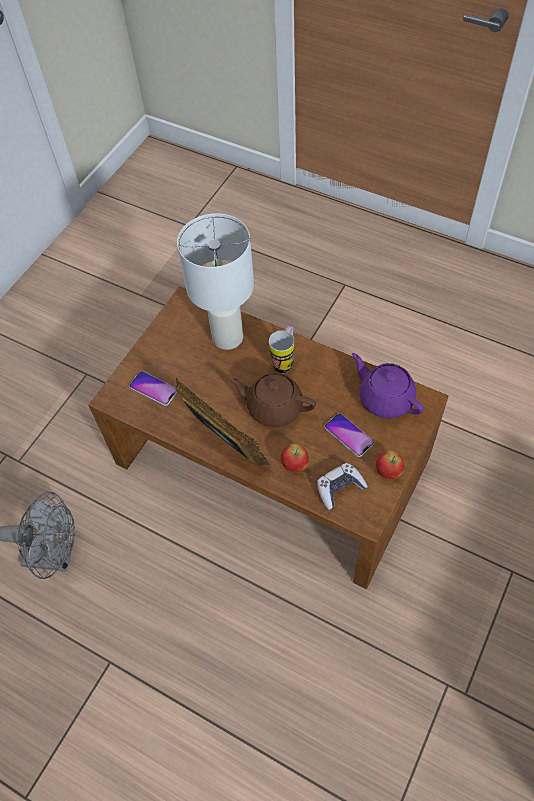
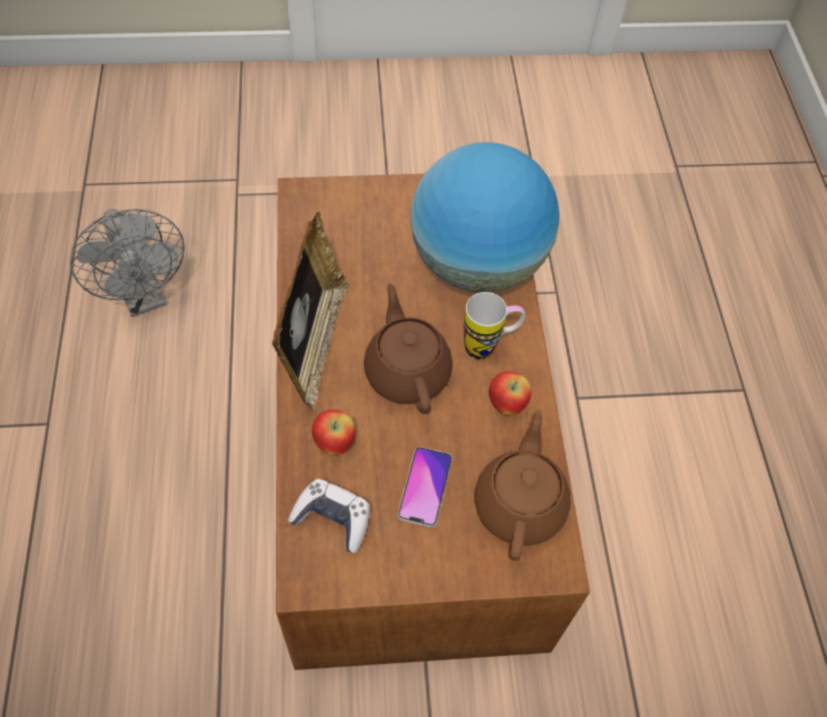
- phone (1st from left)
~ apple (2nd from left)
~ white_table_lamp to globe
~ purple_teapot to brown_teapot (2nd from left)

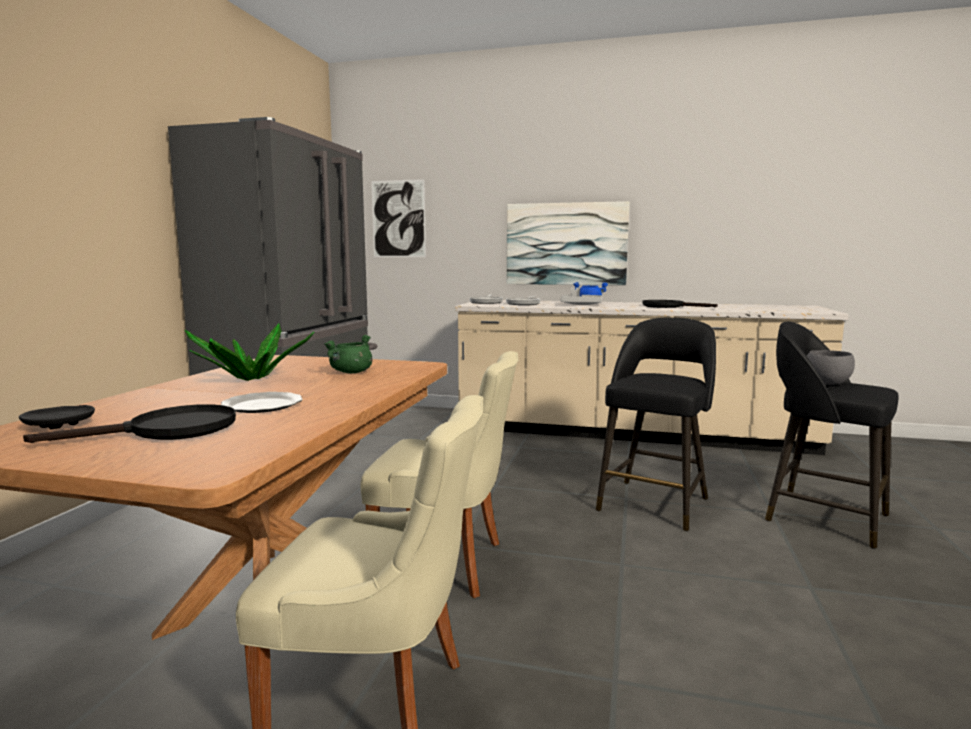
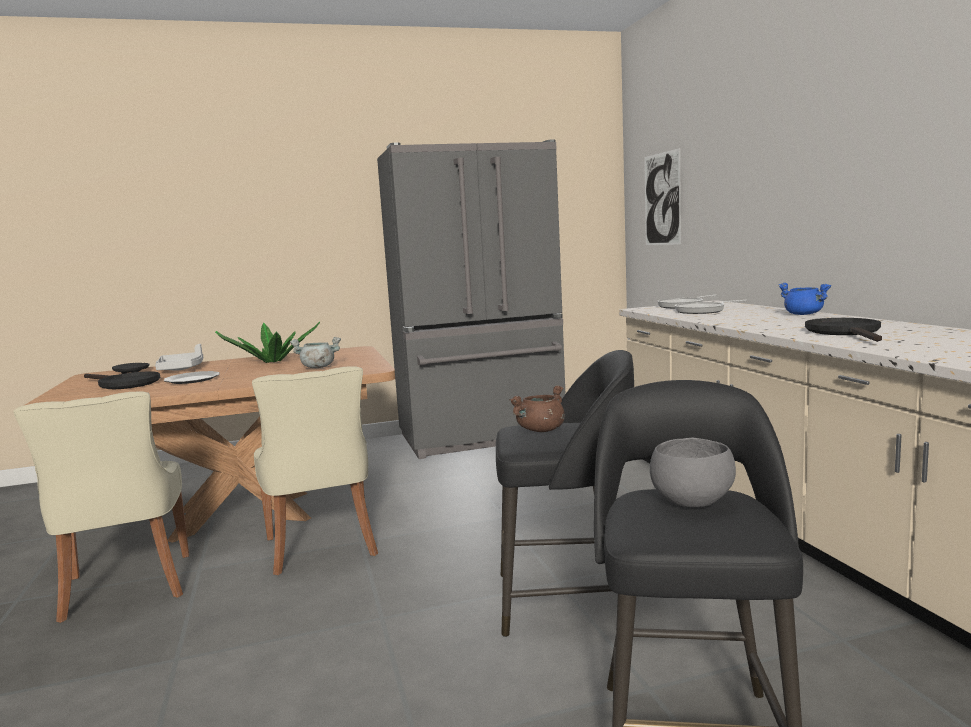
- picture (2nd from left)
+ brown_cooking_pot
~ grey_tray
~ green_cooking_pot to grey_cooking_pot

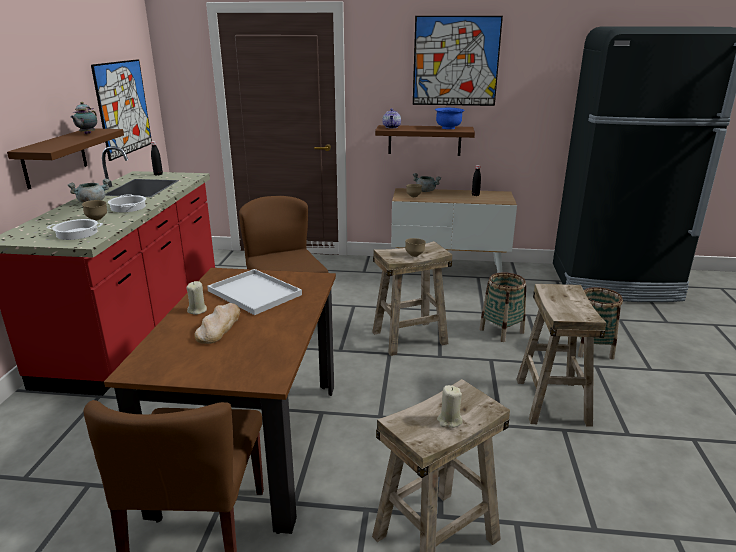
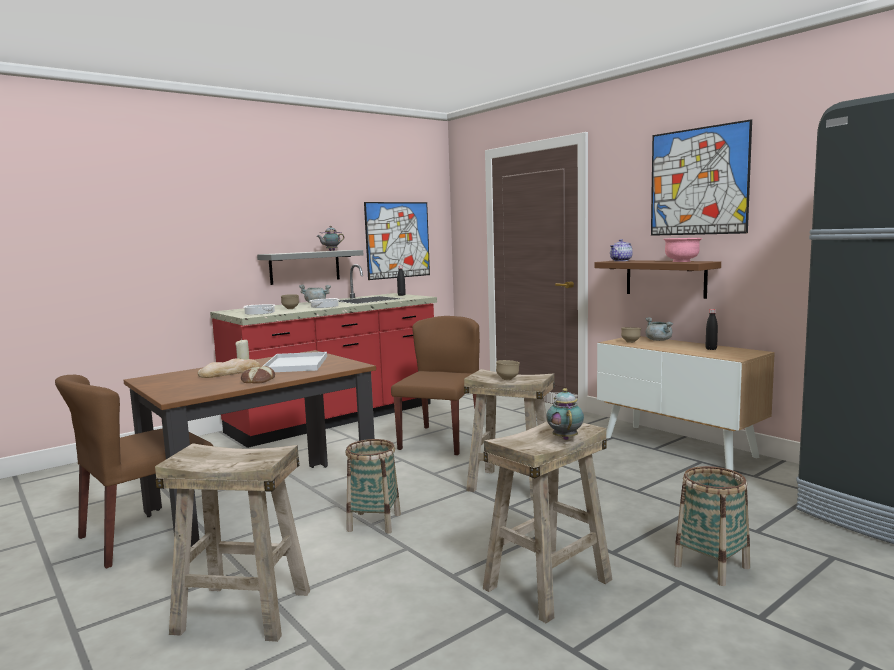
- beige_candle (2nd from left)
+ bread (2nd from left)
+ teapot (2nd from left)
~ basket (1st from left)
~ brown_shelf (1st from left) to grey_shelf
~ blue_bowl to pink_bowl

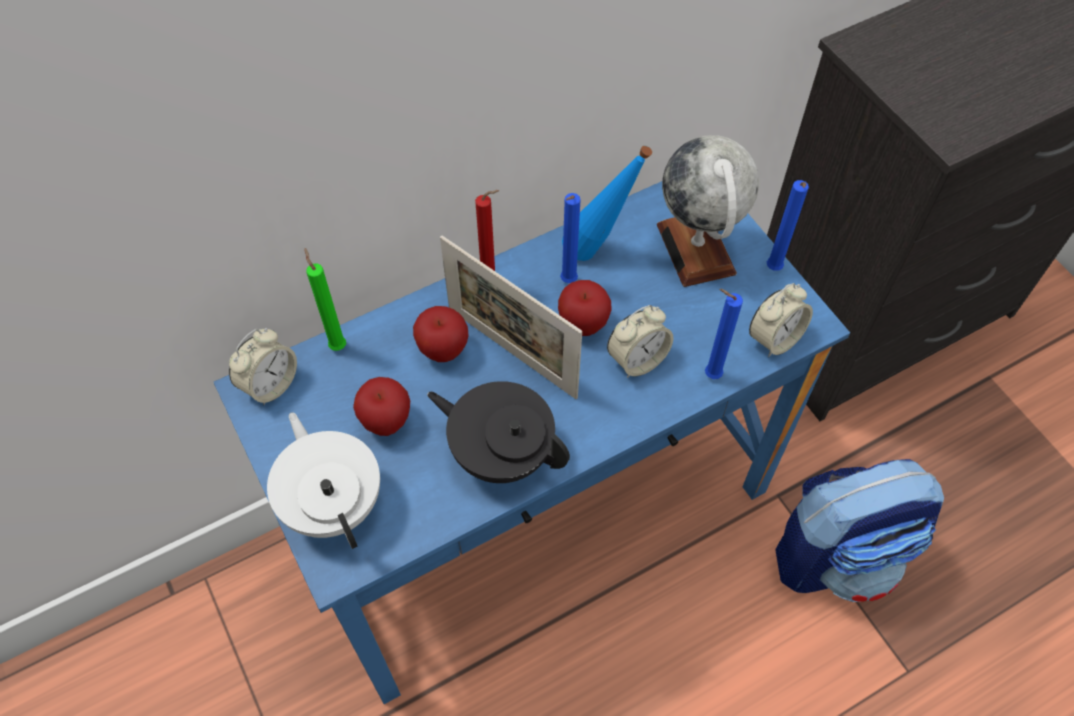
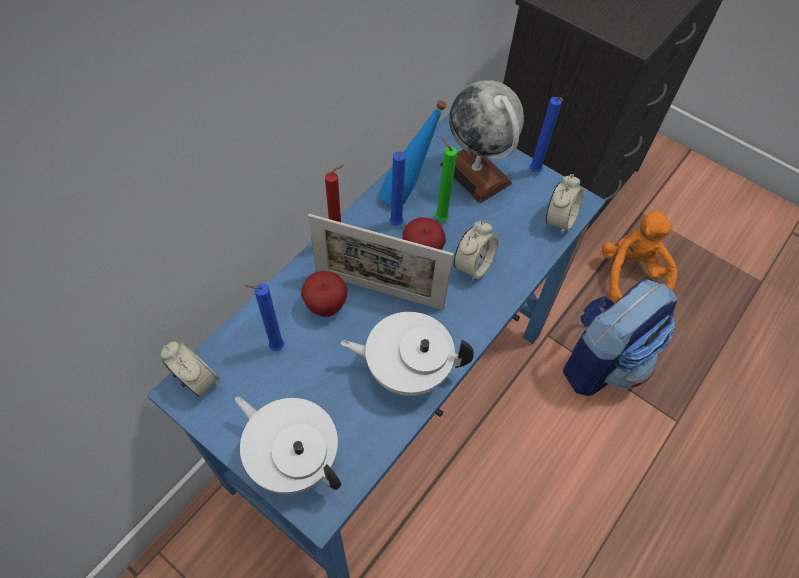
- apple (1st from left)
+ orange_plush_toy
~ green_candle
~ blue_candle (2nd from left in the first image) to blue_candle (1st from left)
~ black_teapot to white_teapot (2nd from left)
~ alarm_clock (1st from left) 60 degrees counterclockwise

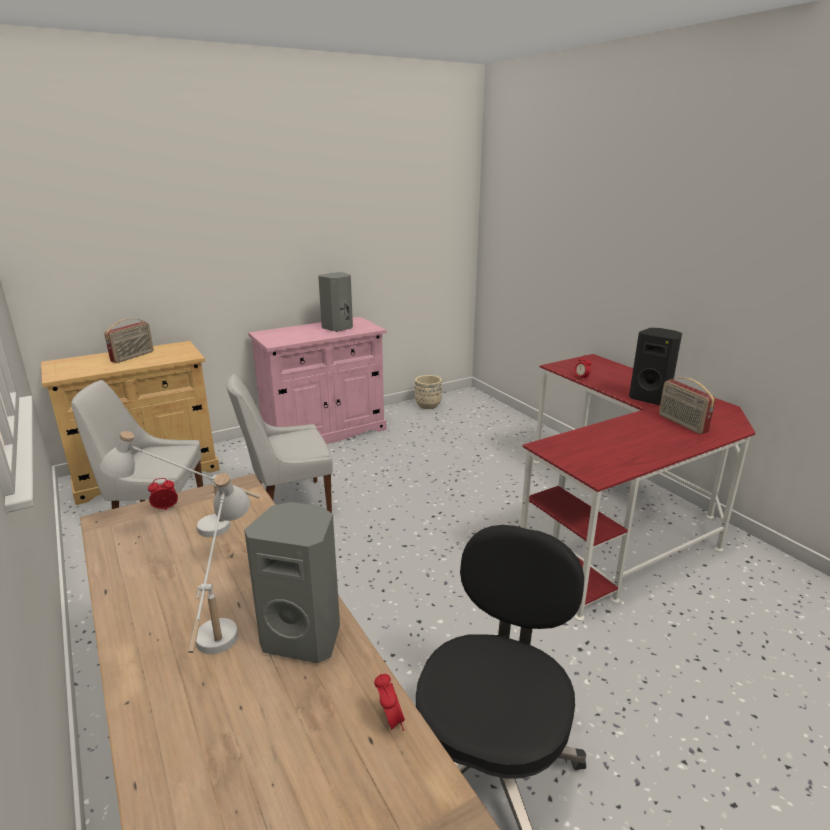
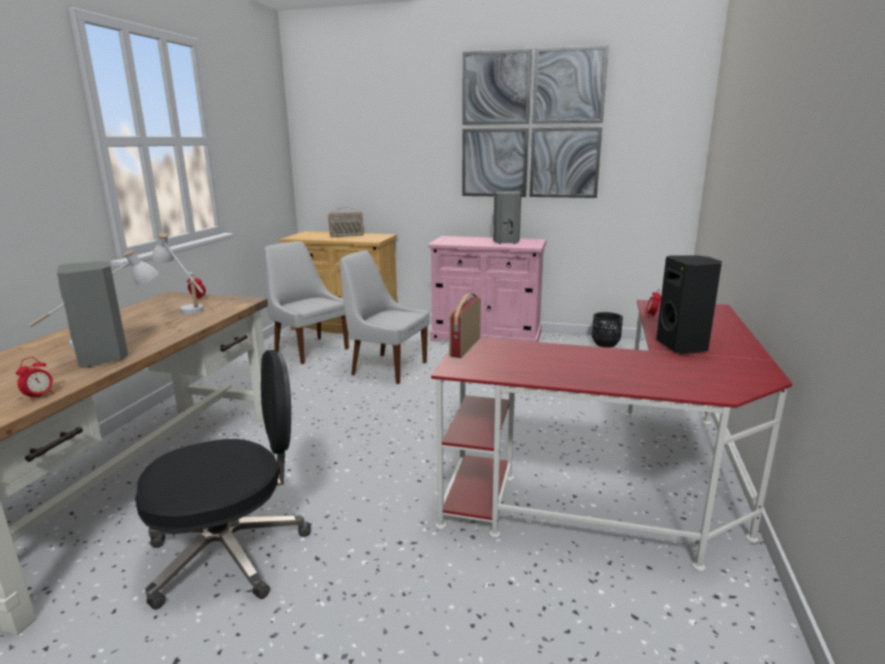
+ picture
~ radio (2nd from left)
~ beige_planter to black_planter

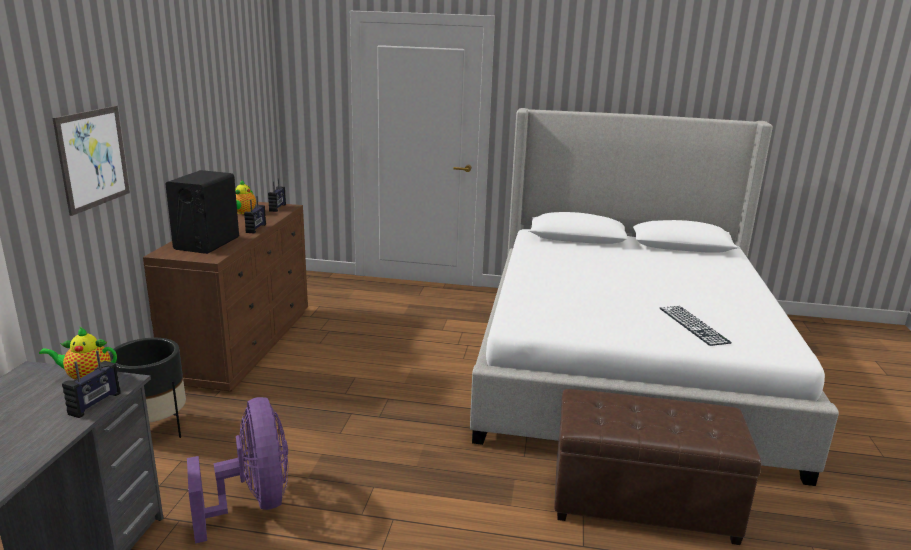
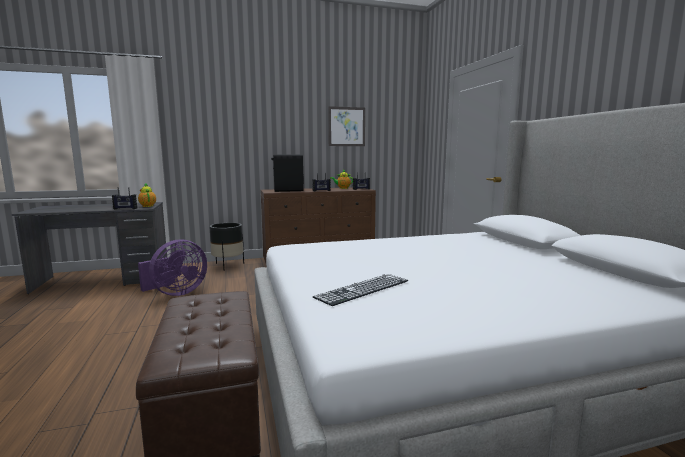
~ picture

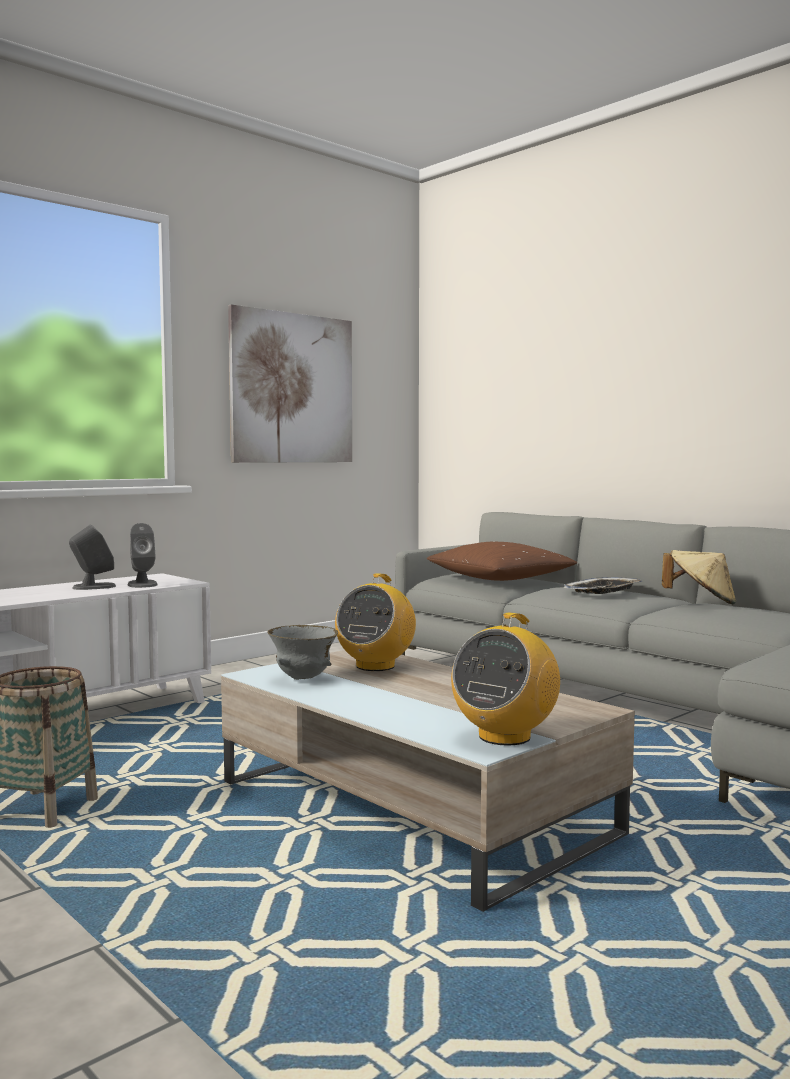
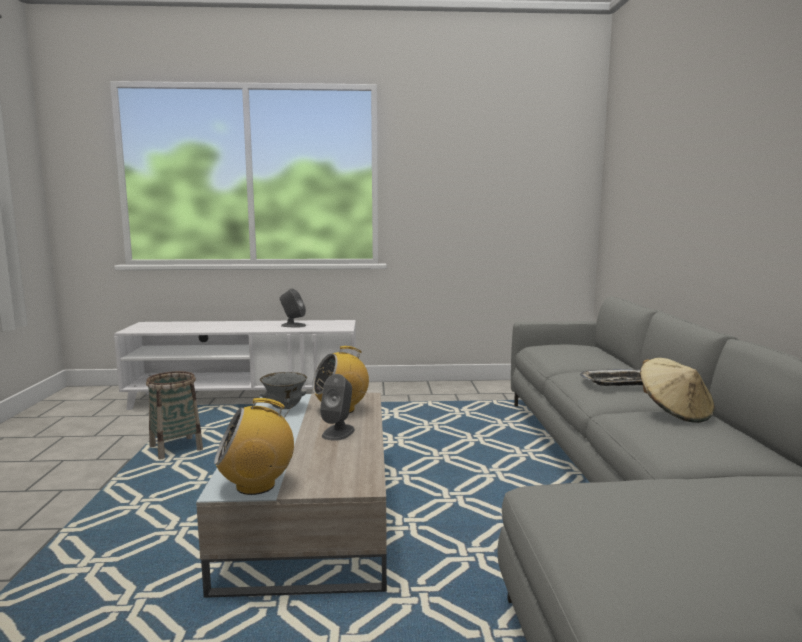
- picture
- brown_pillow
~ grey_speaker (2nd from left)

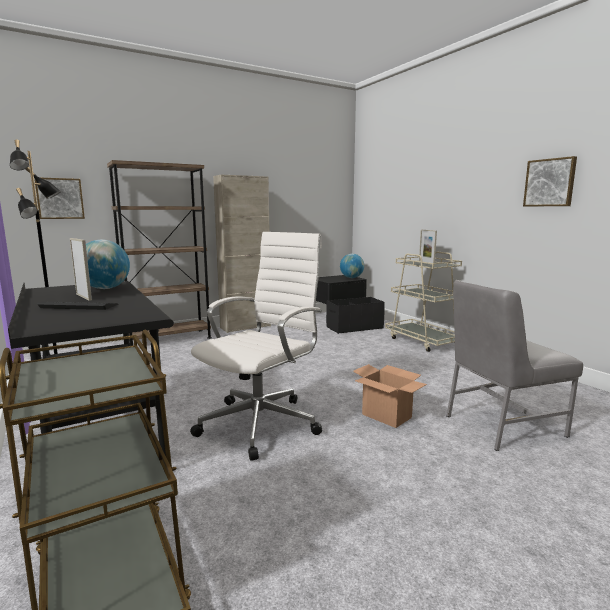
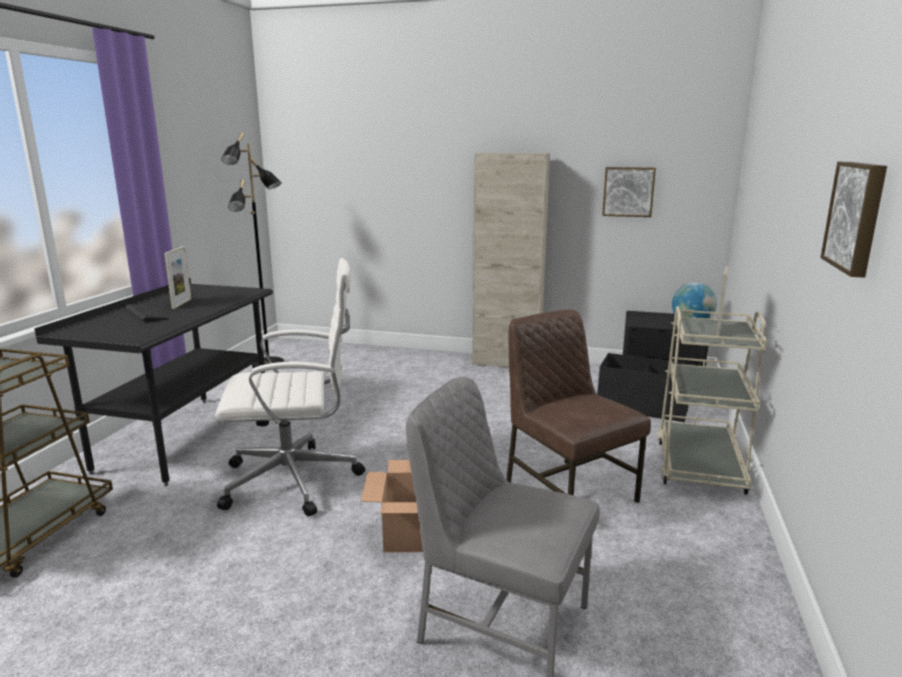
- globe (1st from left)
- brown_bookcase
+ brown_chair
~ picture (1st from left)

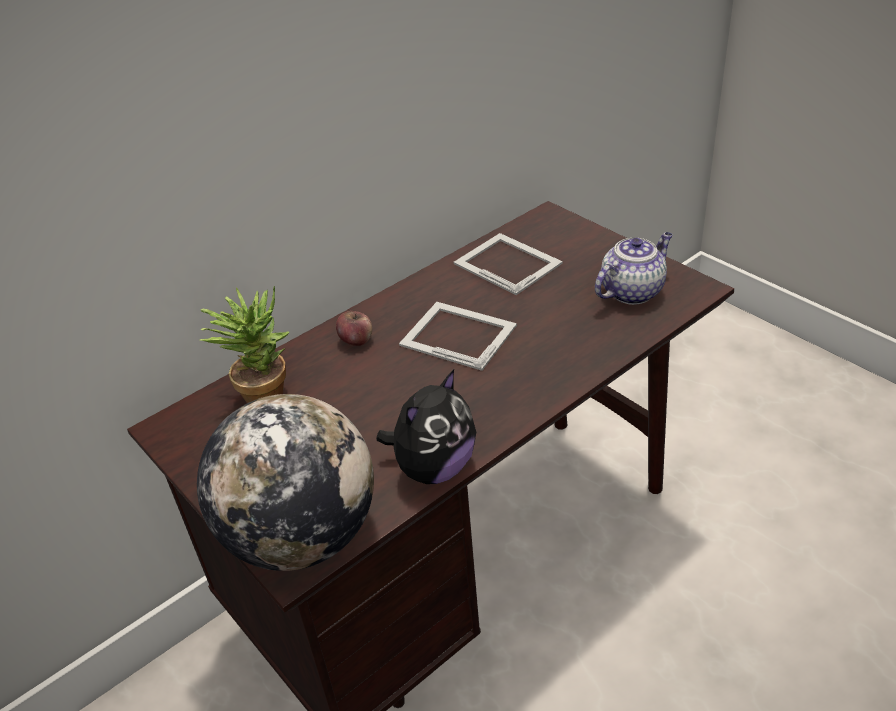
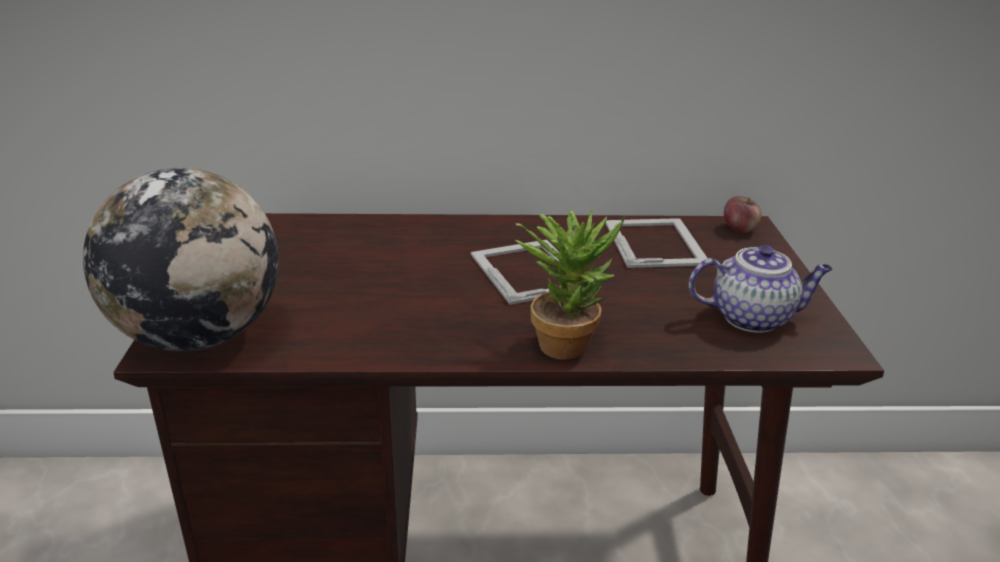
- plush_toy
~ potted_plant
~ apple

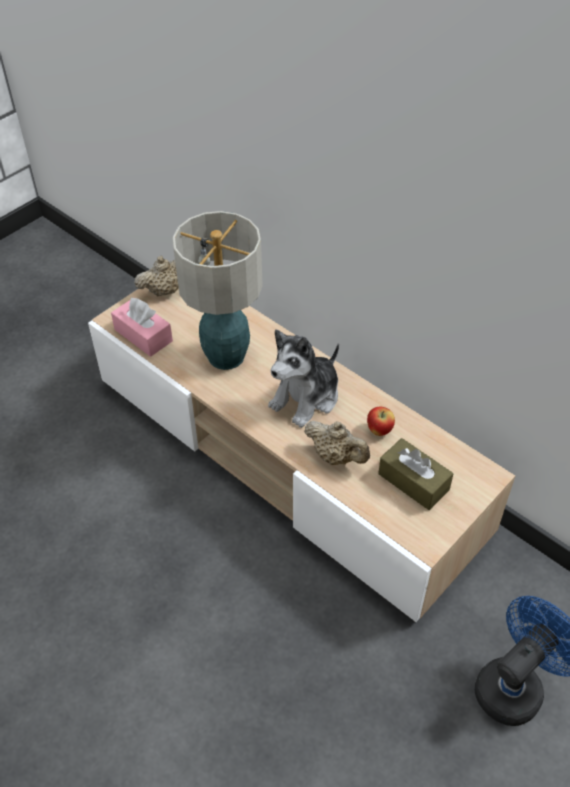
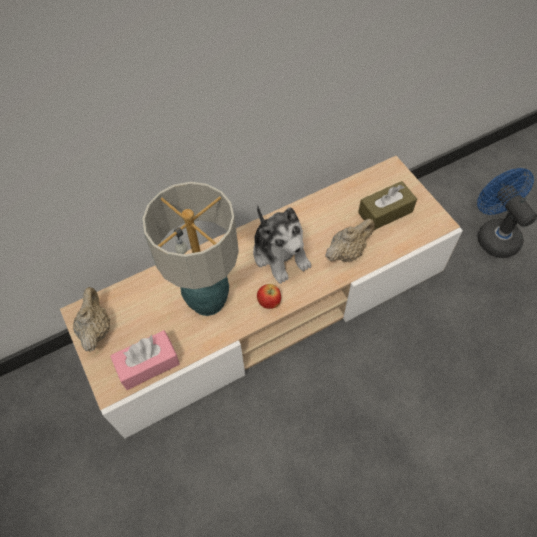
~ apple

